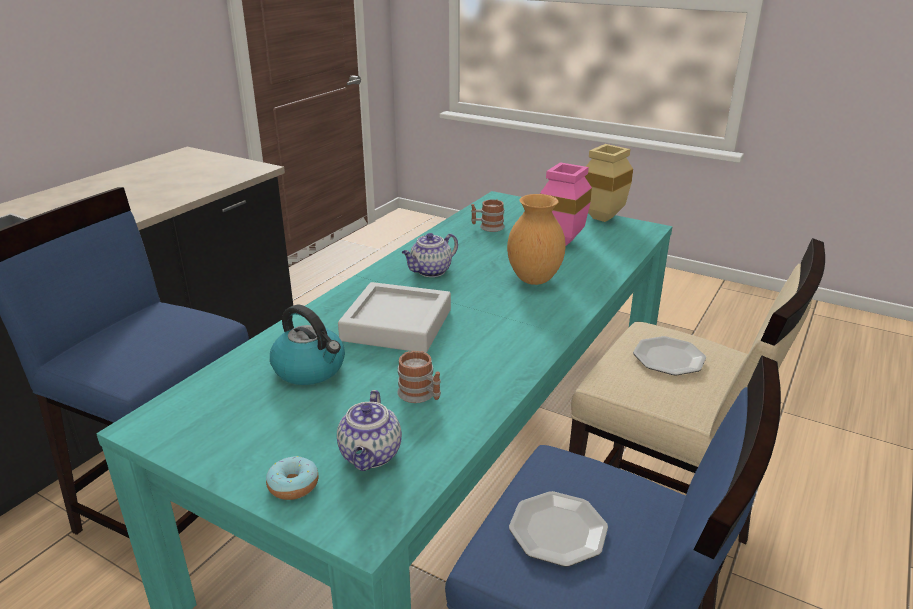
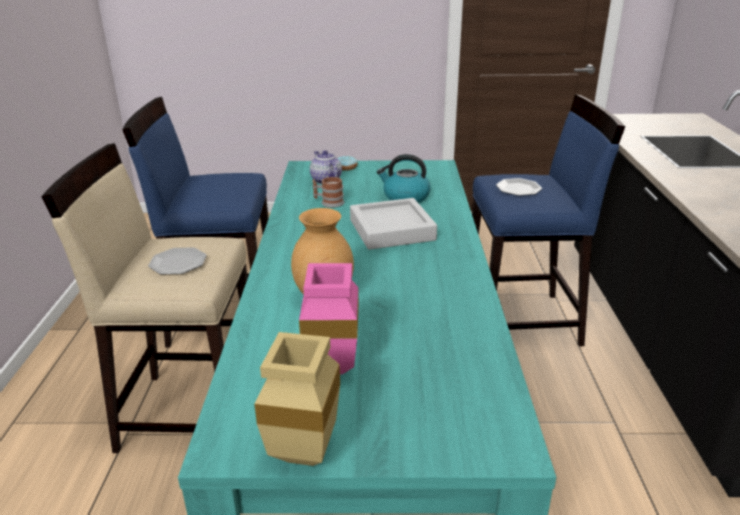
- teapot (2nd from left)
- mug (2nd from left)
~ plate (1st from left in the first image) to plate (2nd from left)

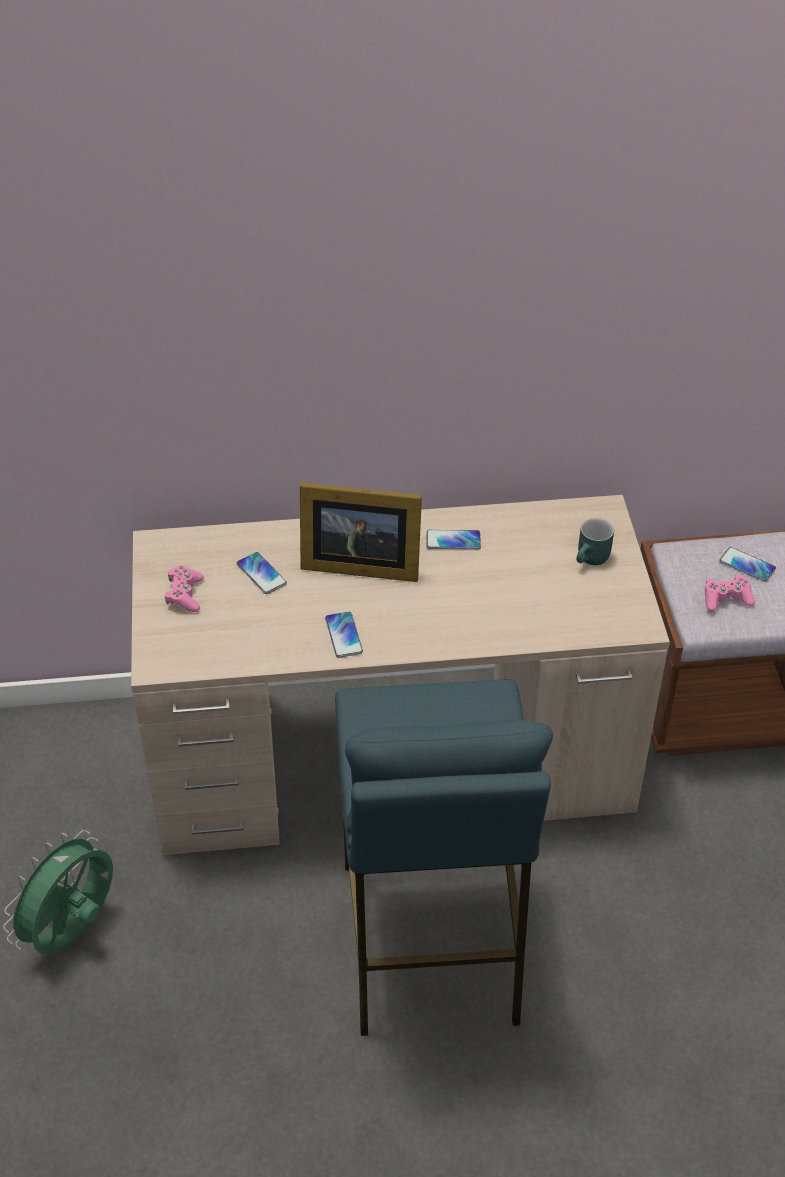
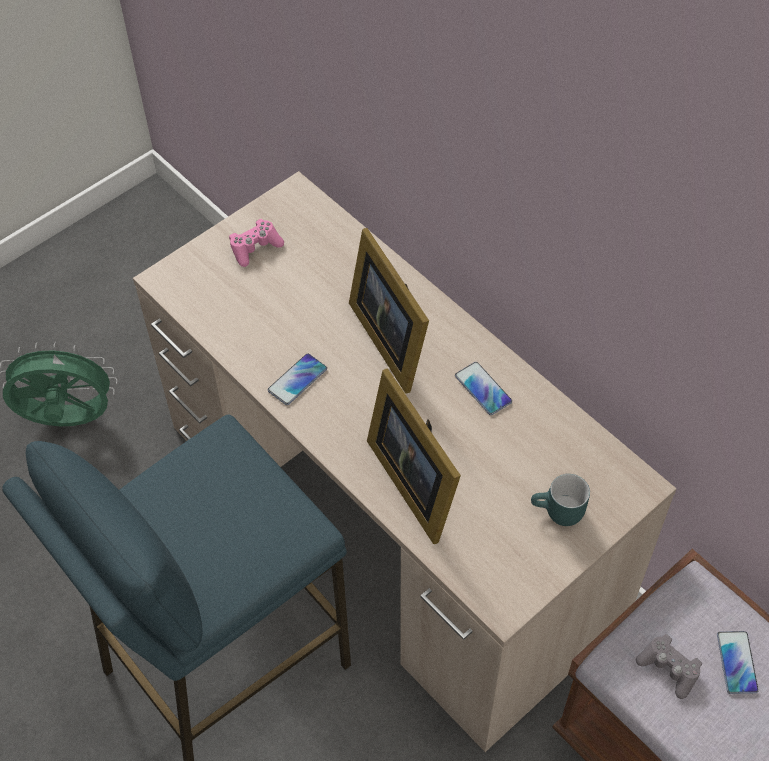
- phone (1st from left)
+ picture_frame (2nd from left)
~ pink_game_controller (2nd from left) to grey_game_controller

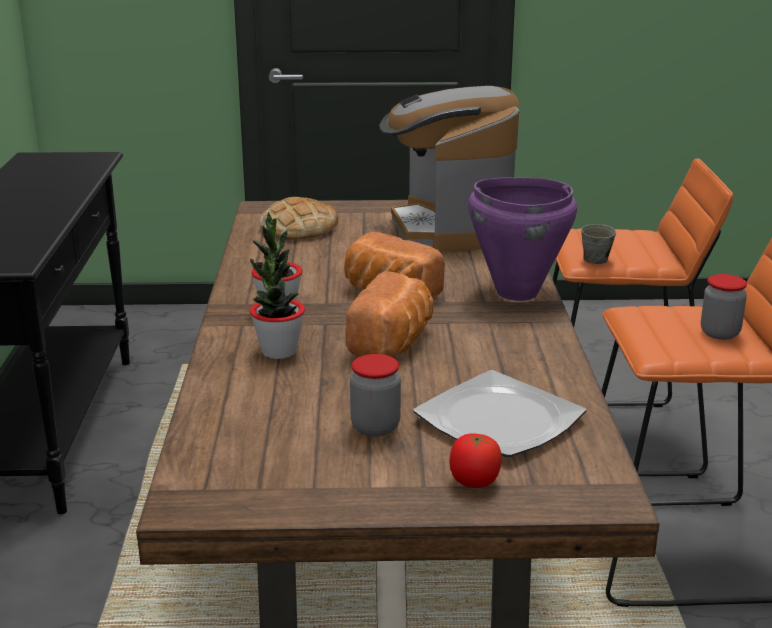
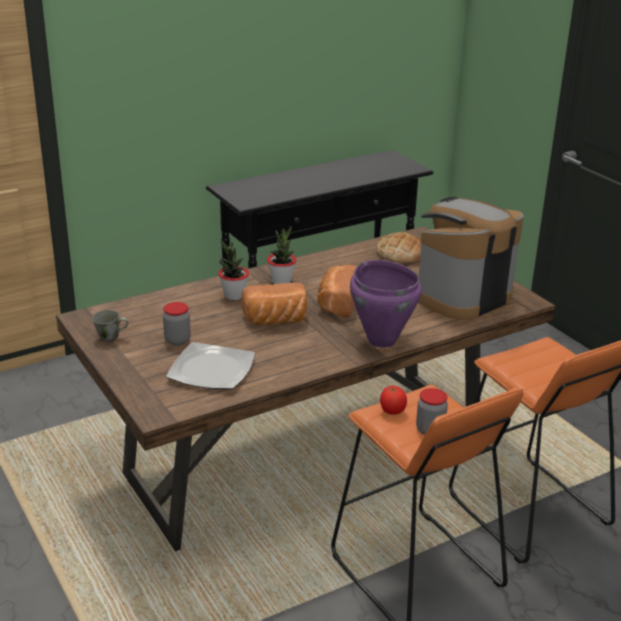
~ tomato
~ grey_mug

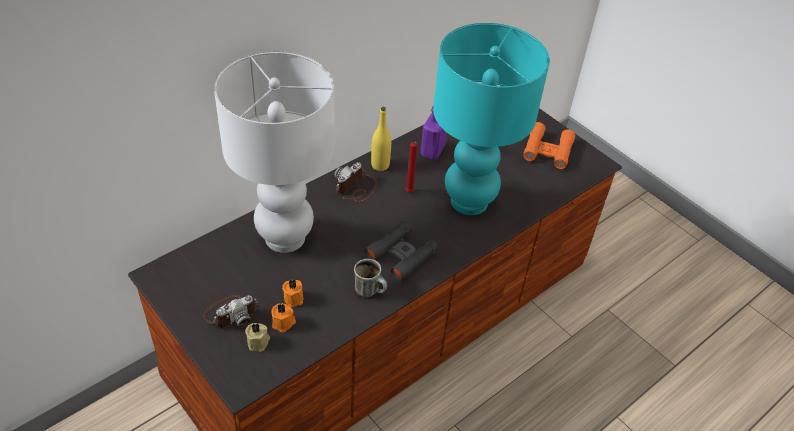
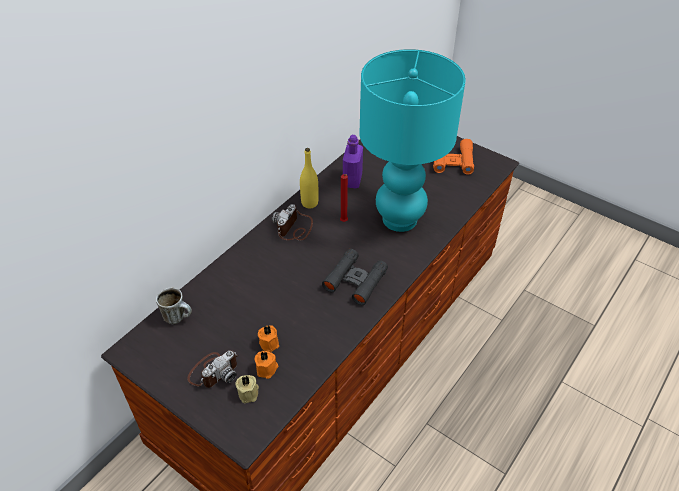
- white_table_lamp
~ mug

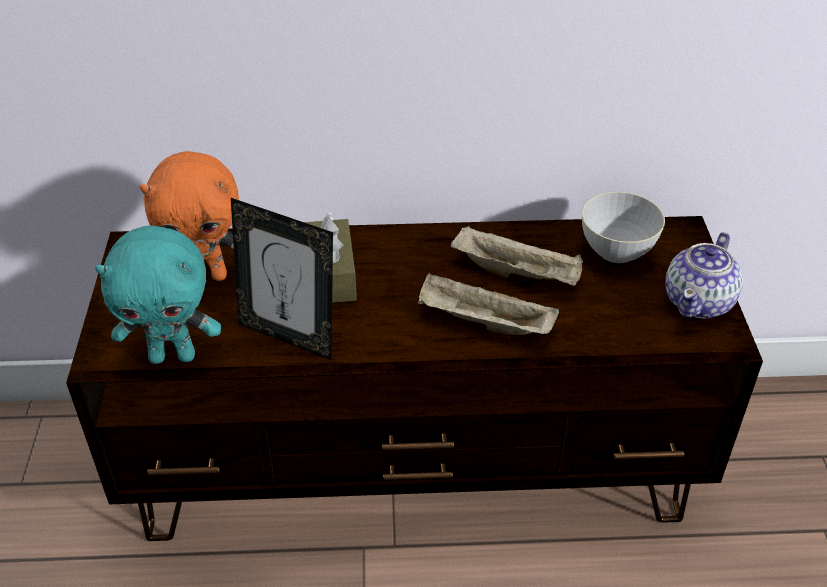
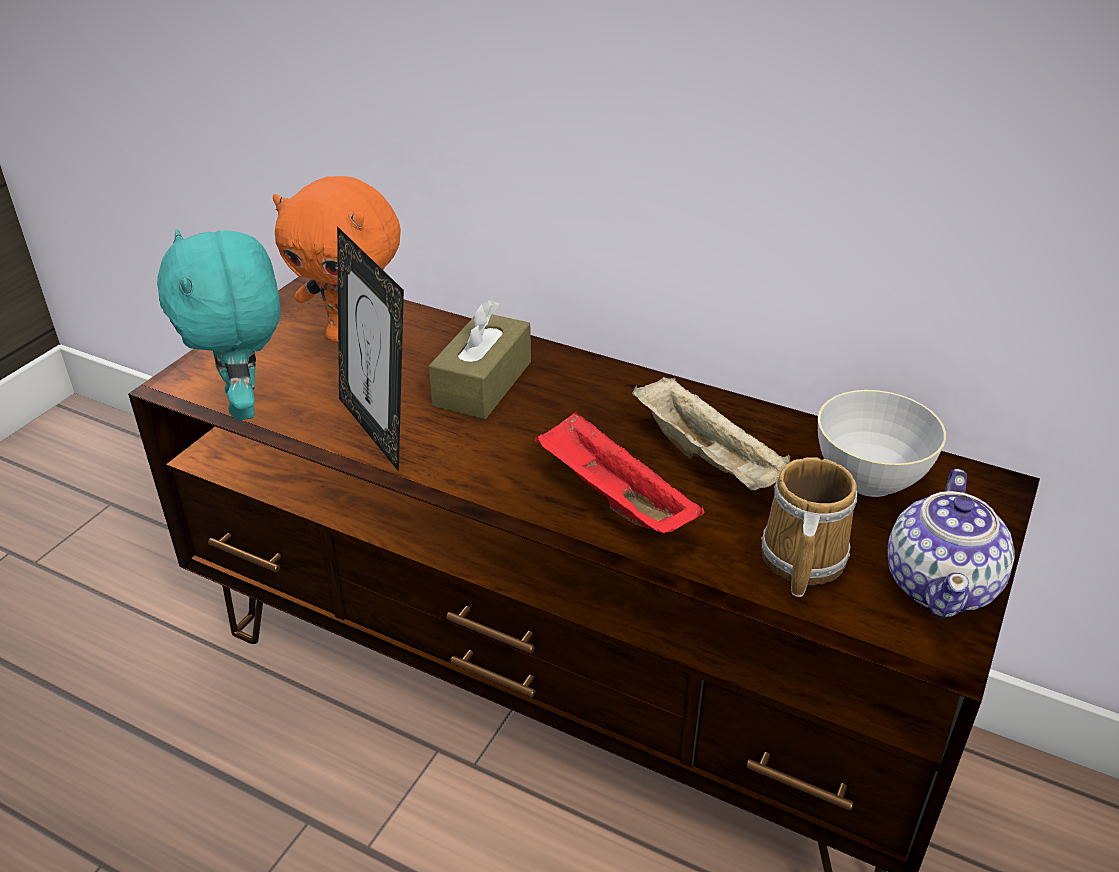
+ mug
~ beige_tray (1st from left) to red_tray
~ turquoise_plush_toy 45 degrees clockwise
~ teapot 45 degrees counterclockwise

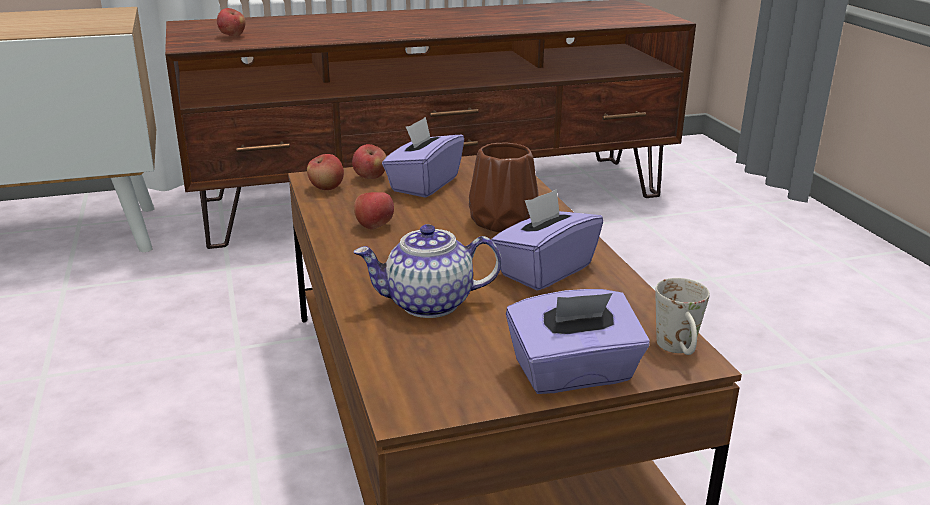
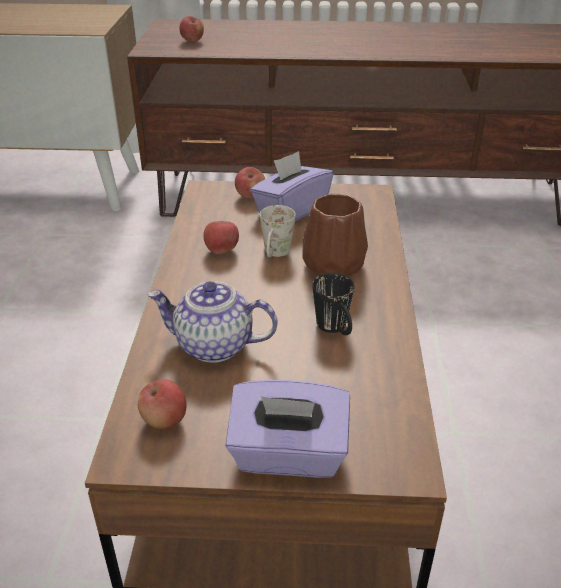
~ apple (2nd from left in the first image) to apple (1st from left)
~ white_mug
~ purple_tissue_box (2nd from left) to black_mug

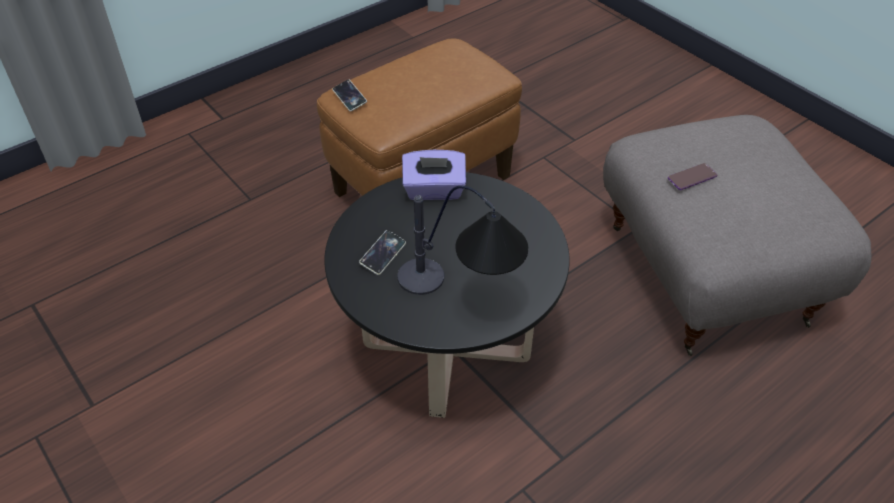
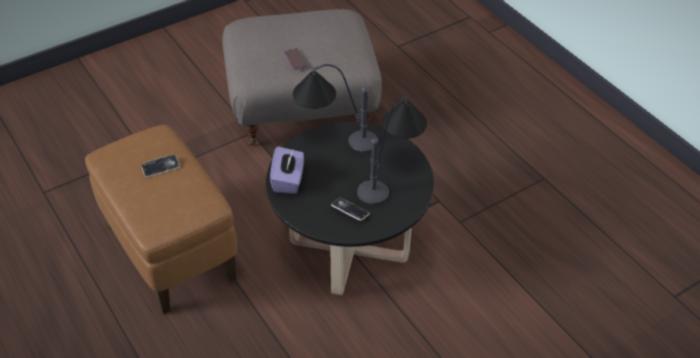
+ table_lamp (1st from left)
~ phone (1st from left)

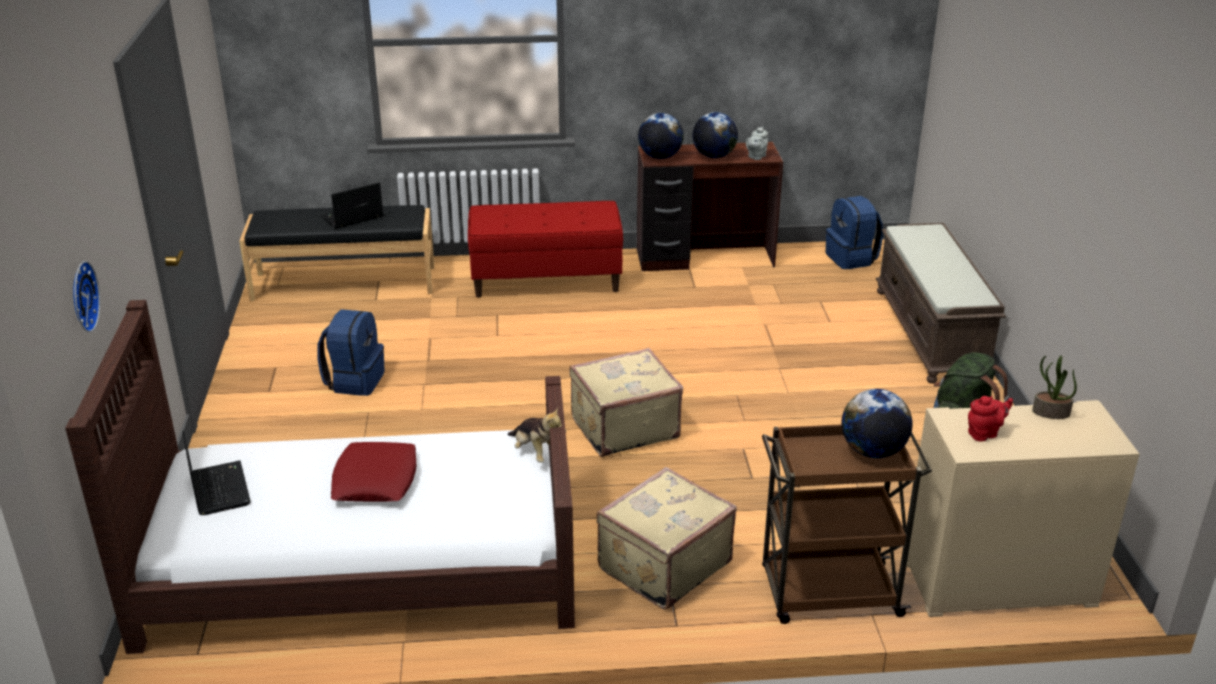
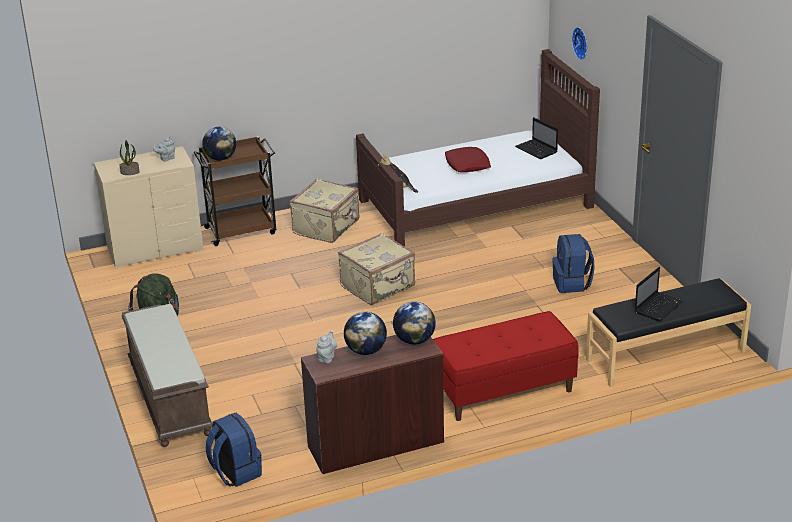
~ red_teapot to grey_teapot (1st from left)

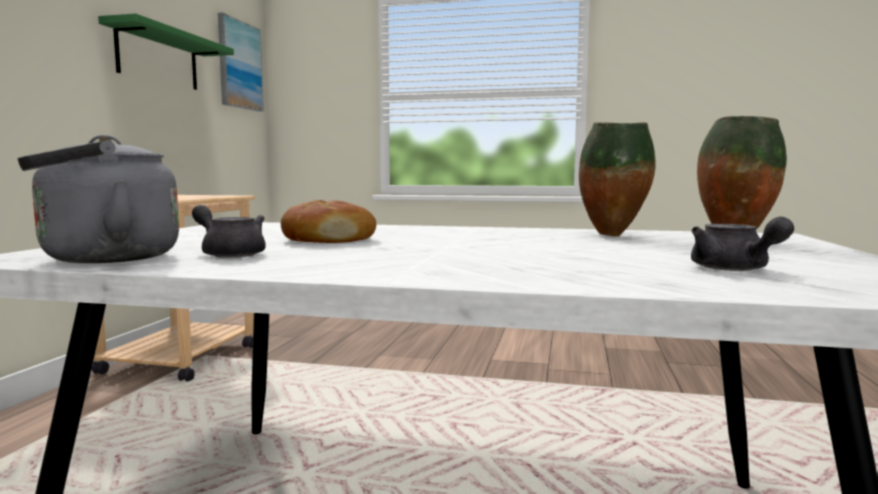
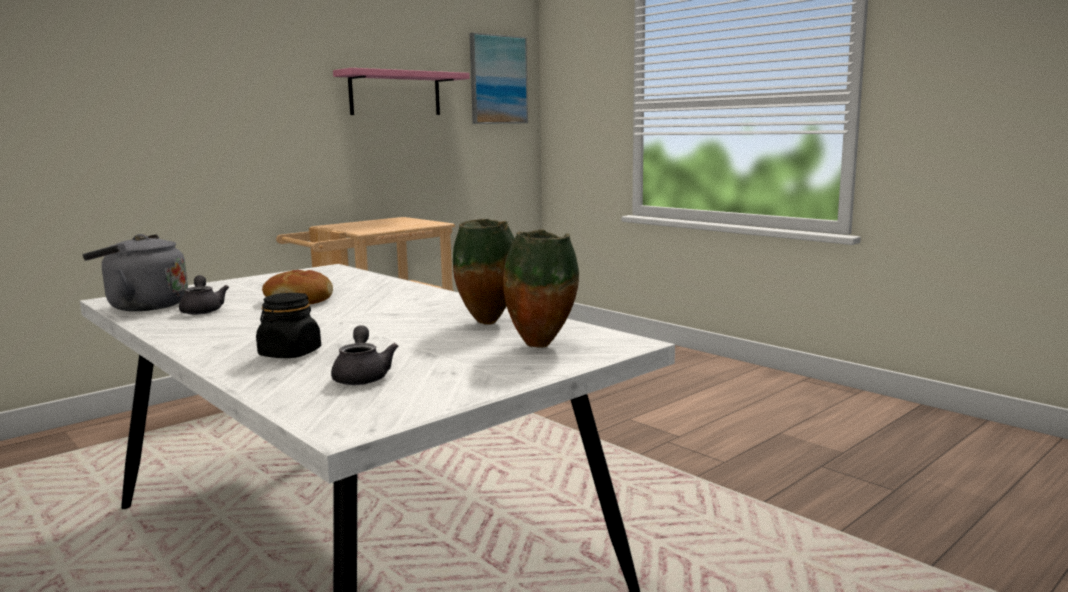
+ black_jar
~ green_shelf to pink_shelf
~ grey_teapot (2nd from left) 150 degrees clockwise

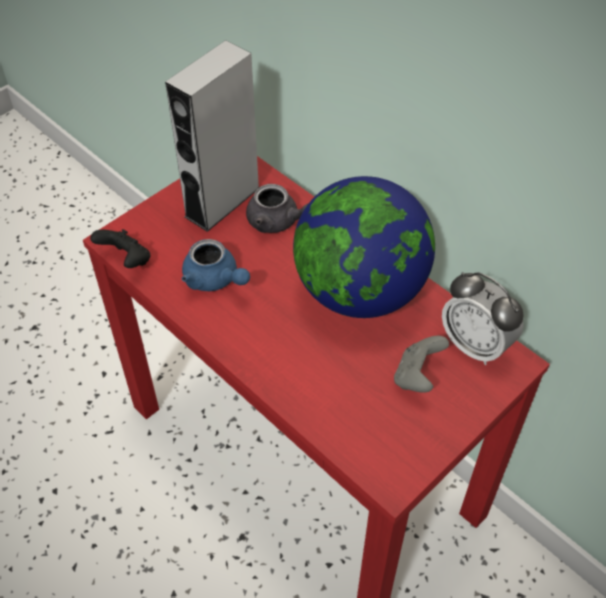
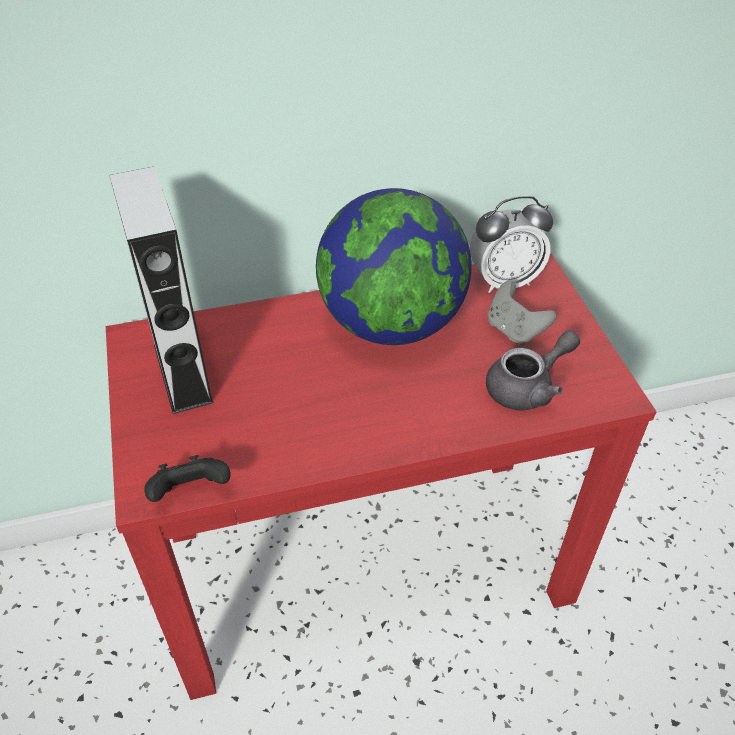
- blue_teapot
~ grey_teapot

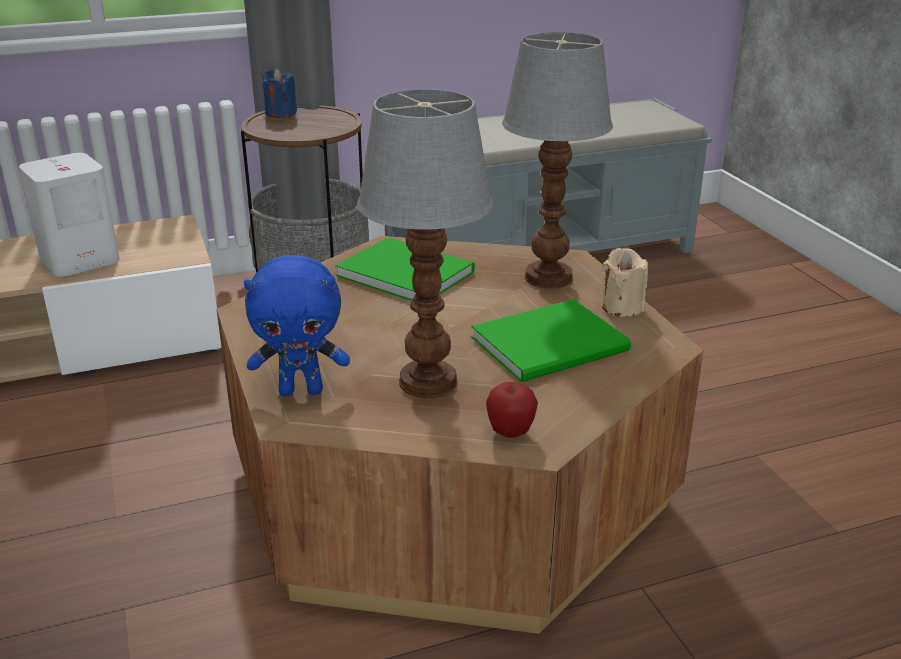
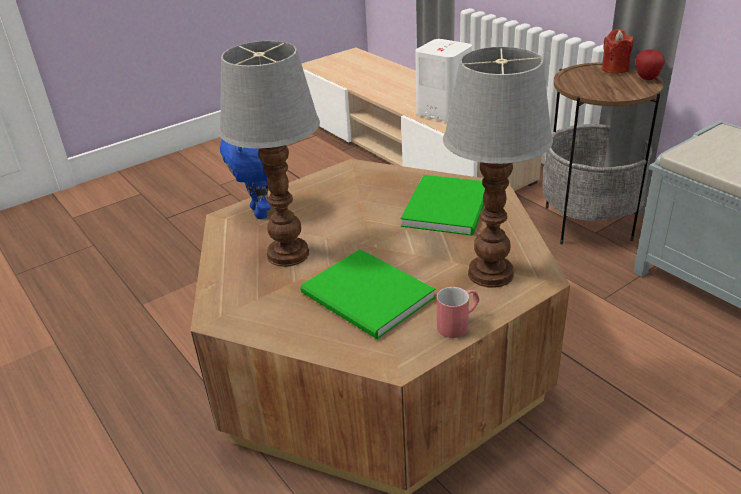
~ apple
~ beige_candle to red_mug
~ blue_candle to red_candle

